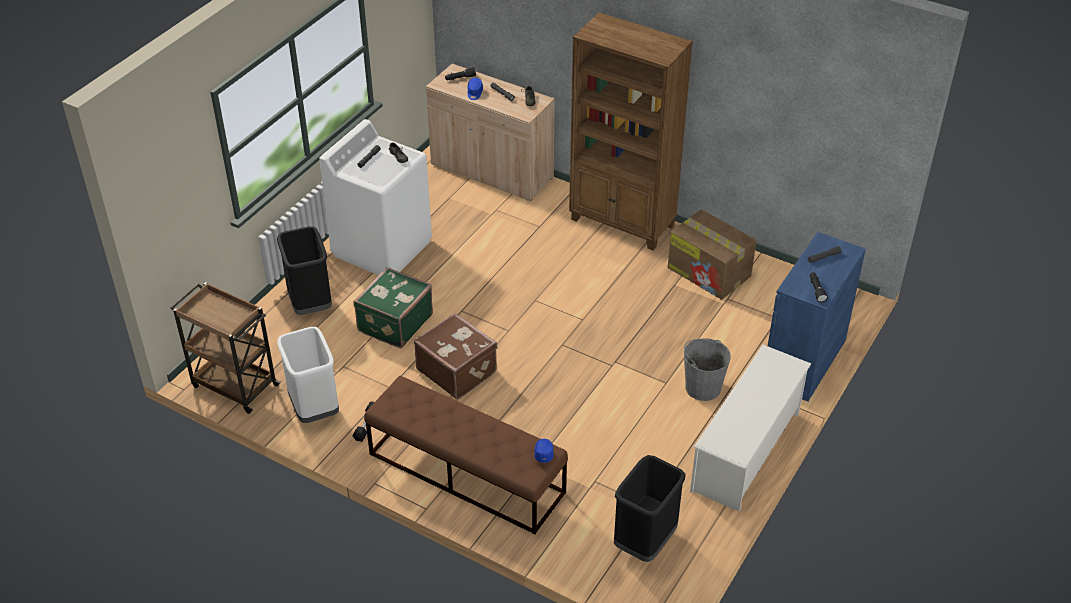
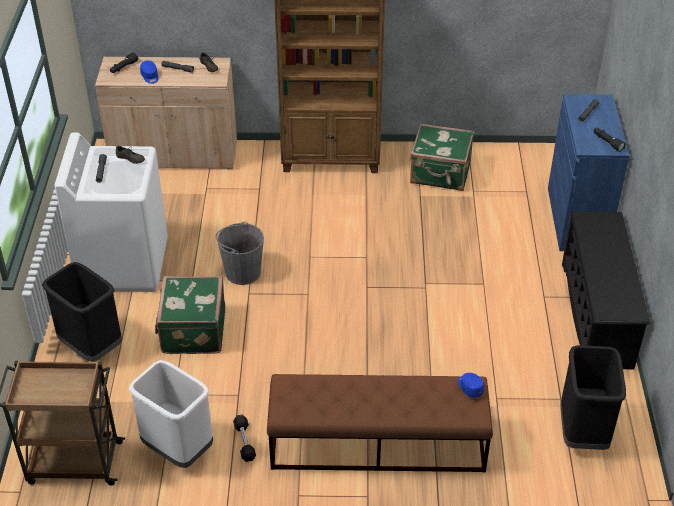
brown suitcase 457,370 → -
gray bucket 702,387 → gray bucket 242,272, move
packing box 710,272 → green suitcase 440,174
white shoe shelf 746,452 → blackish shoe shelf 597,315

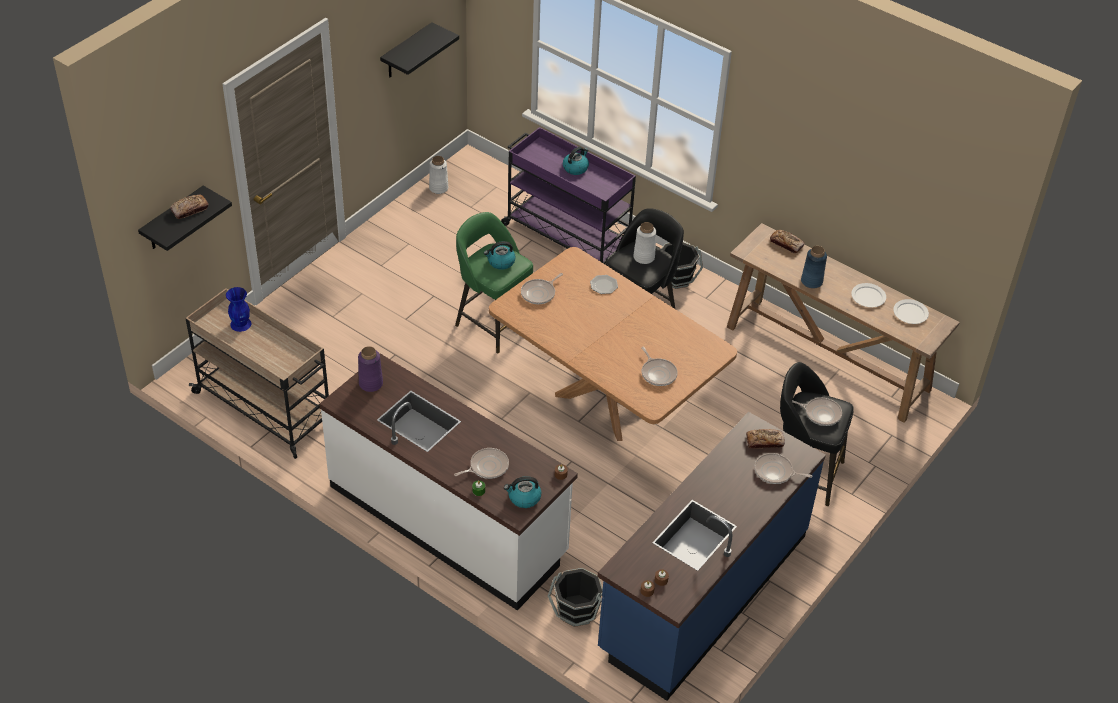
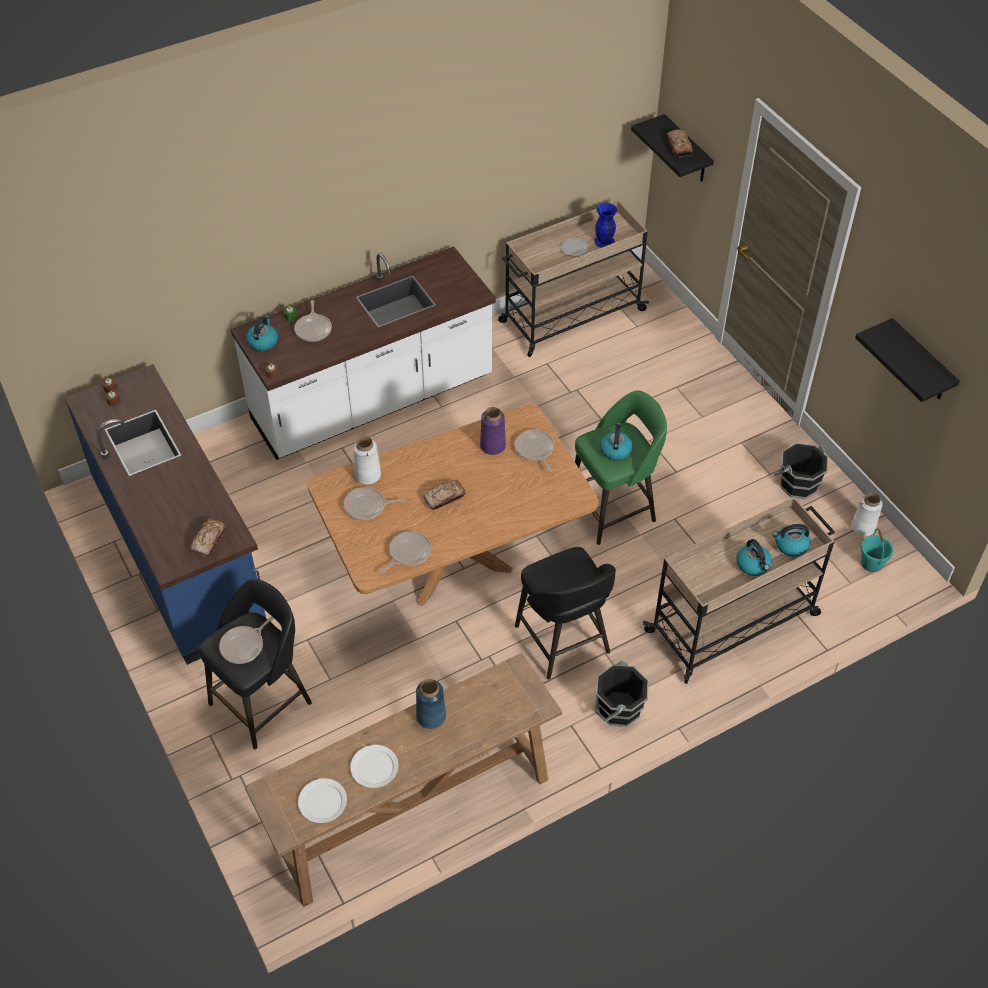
- → kettle 790,546
- → blue-green bucket 872,563
purple-coloured flower vase 371,383 → purple-coloured flower vase 493,446, move
blackish bucket 576,611 → blackish bucket 797,484, move
plate 603,285 → plate 574,248, move
white flower vase 643,257 → white flower vase 368,475, move
pan 775,472 → pan 408,553, move
bread 786,244 → bread 444,497, move
purple-coloured wheeled cart 566,236 → beige wheeled cart 734,622

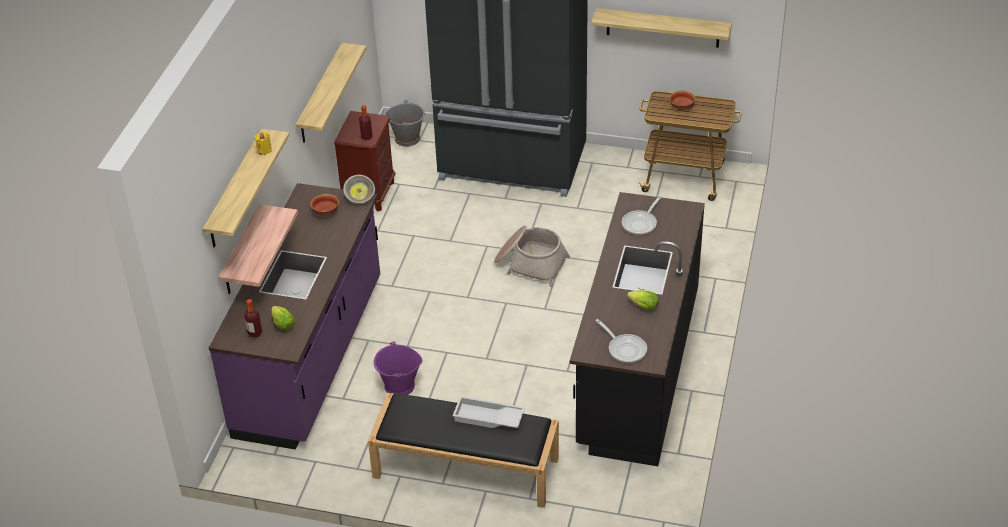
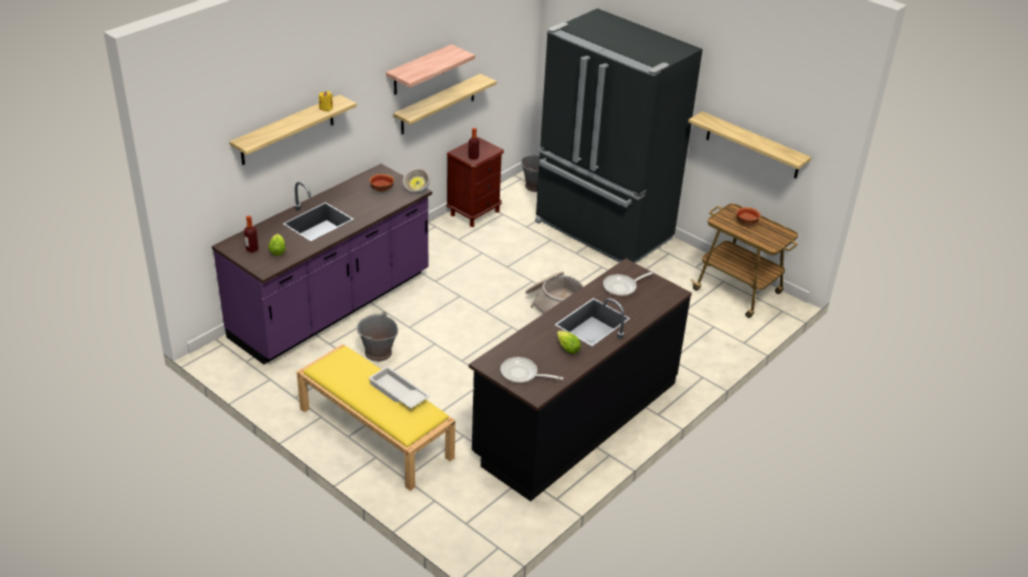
bracket shelf 241,252 → bracket shelf 419,70, move
blackish long seat 464,468 → yellow-coloured long seat 374,433
purple-coloured bucket 399,386 → gray bucket 378,353
pan 625,349 → pan 522,374, 120 degrees clockwise

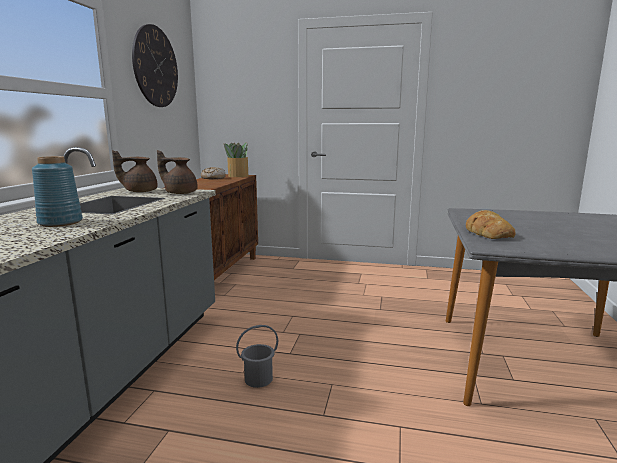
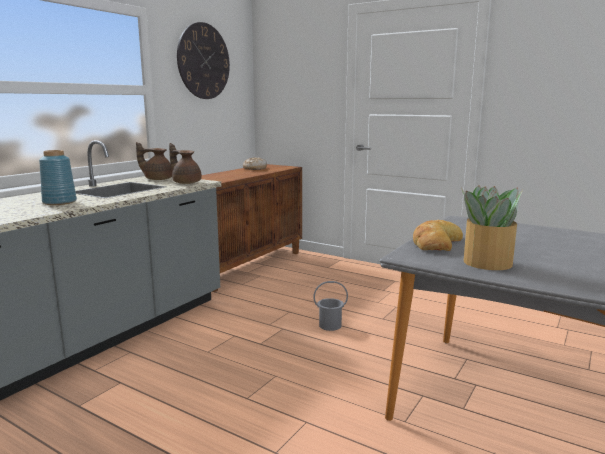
plant in a pot 237,176 → plant in a pot 486,263, move
gray bucket 258,379 → gray bucket 330,325, move

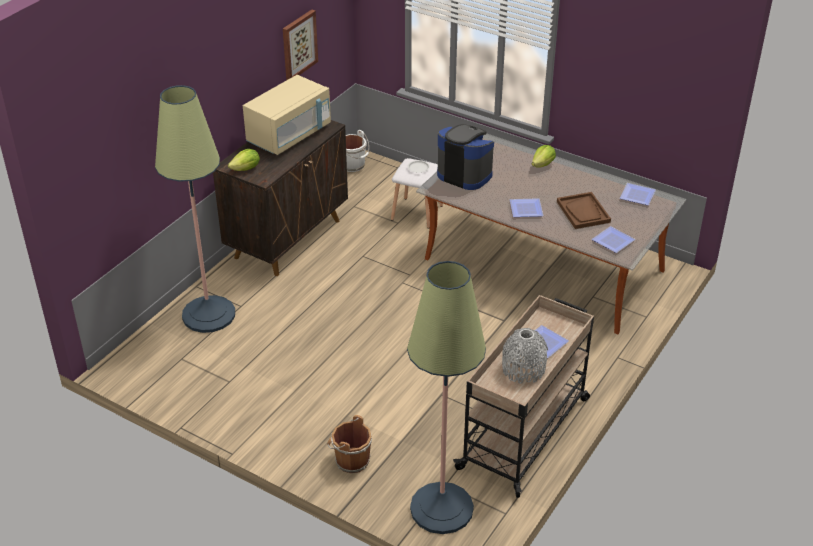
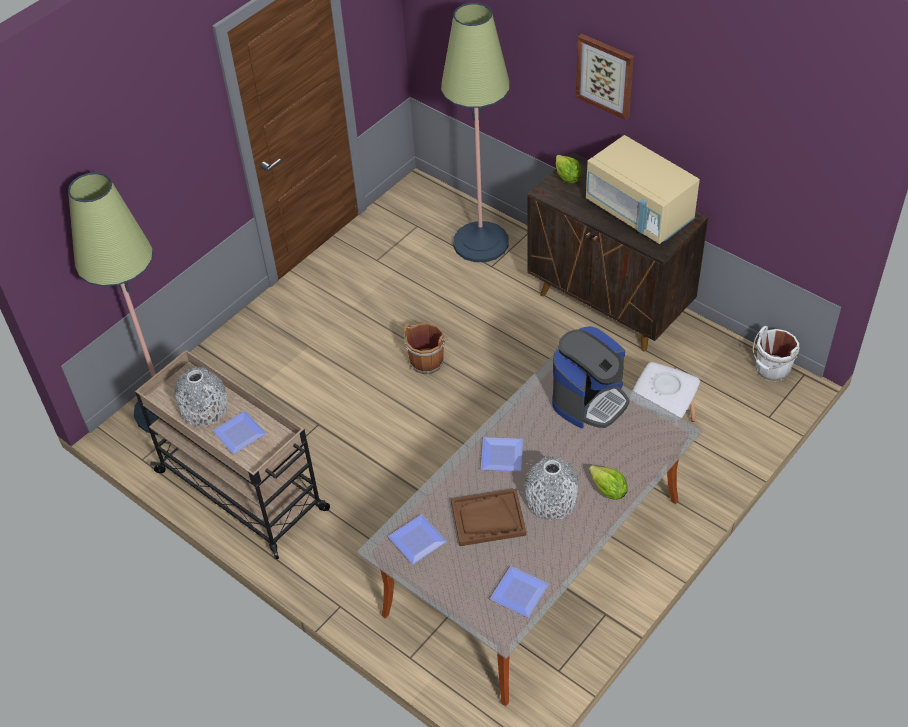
- → gray flower vase 551,500
wall art 298,45 → wall art 605,75, move
brown bucket 350,460 → brown bucket 427,360, move

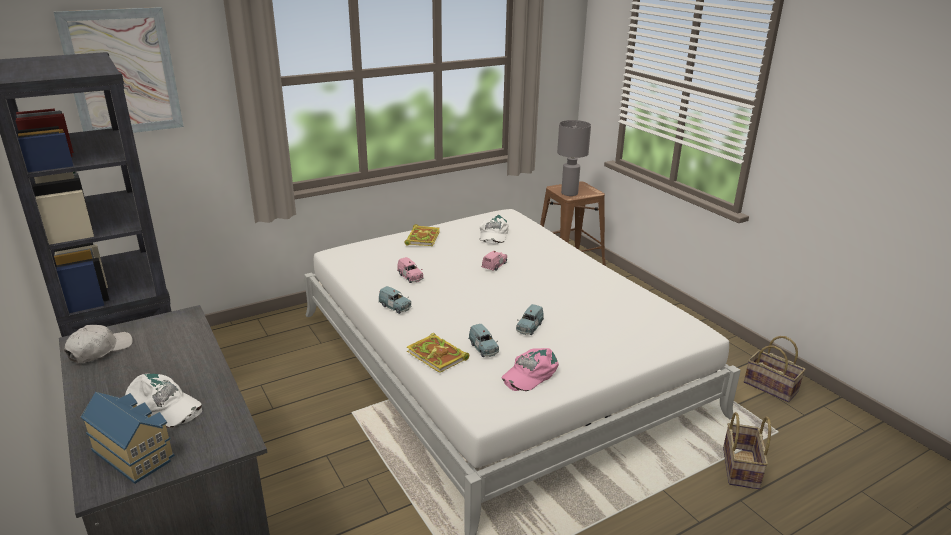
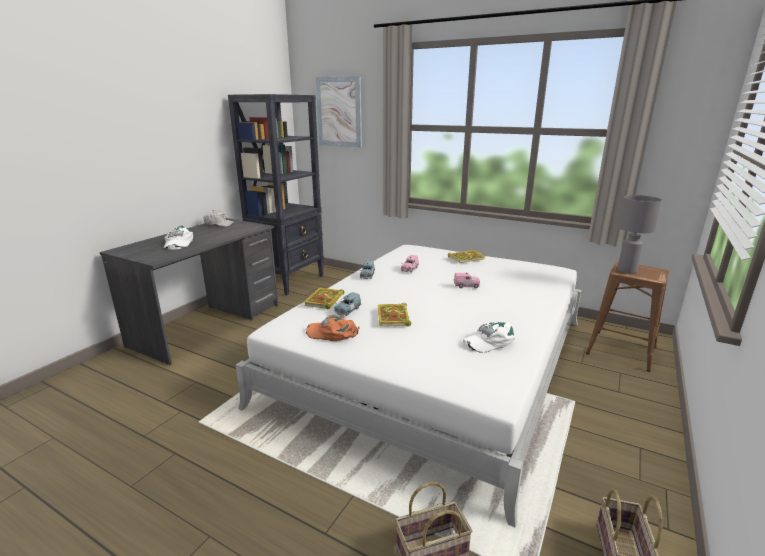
toy house 135,452 → -
white cap 493,234 → white cap 489,341, move
blue toy car 529,327 → volume 394,318
pink-coloured cap 530,373 → orange-coloured cap 333,333

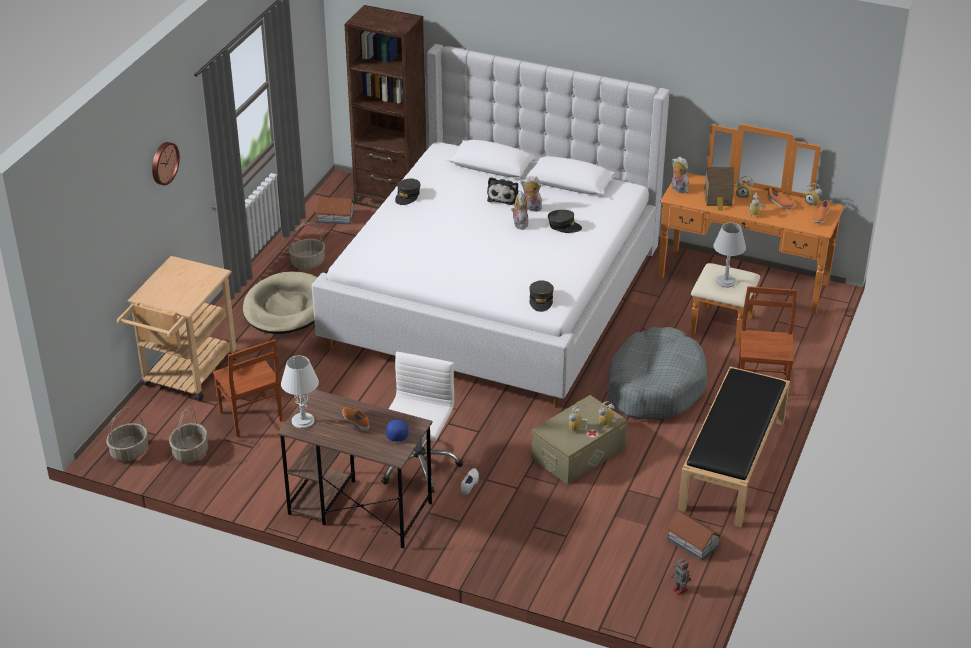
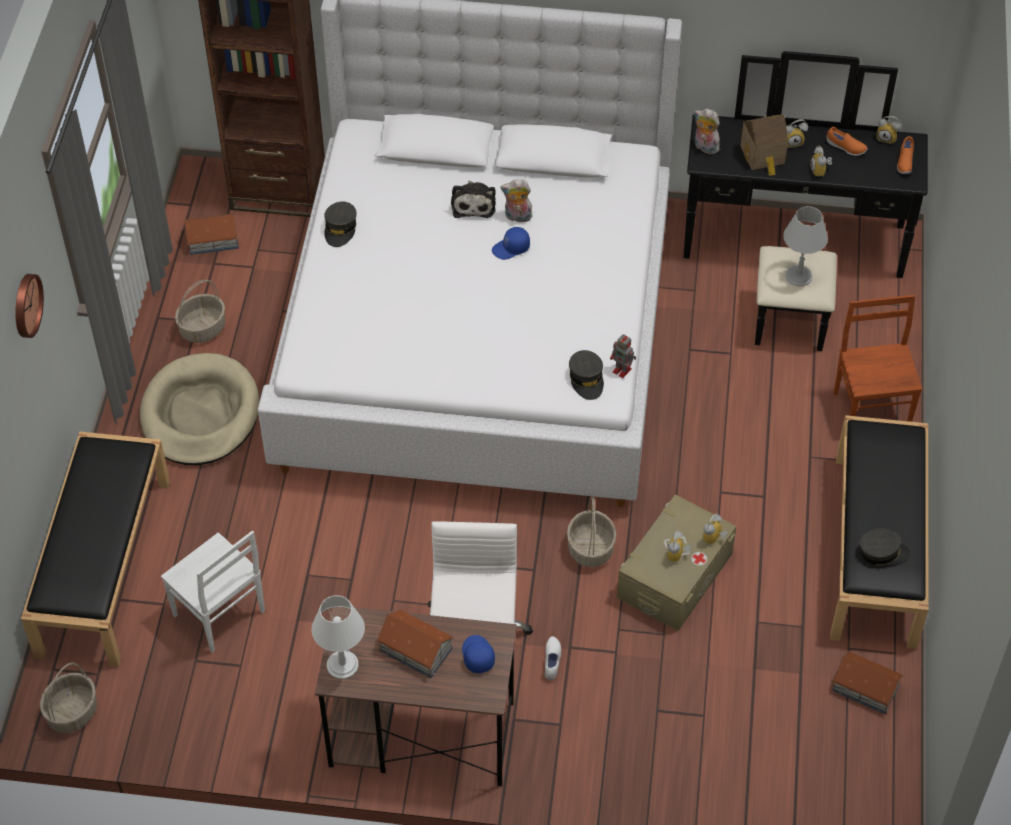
gray pet bed 655,386 → -
household basket 190,452 → household basket 590,548, move
gray cap 564,226 → gray cap 882,553, move
robot figure 680,590 → robot figure 623,371, move
beige wheeled cart 186,377 → blackish long seat 103,565
orange-coloured item of footwear 356,422 → toy house 416,650
plush toy 519,224 → blue cap 511,248
brown plain chair 250,417 → white plain chair 219,615
orange-coloured dresser 739,290 → blackish dresser 794,259

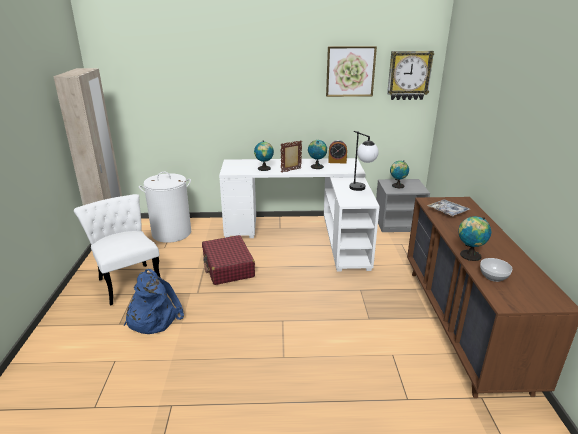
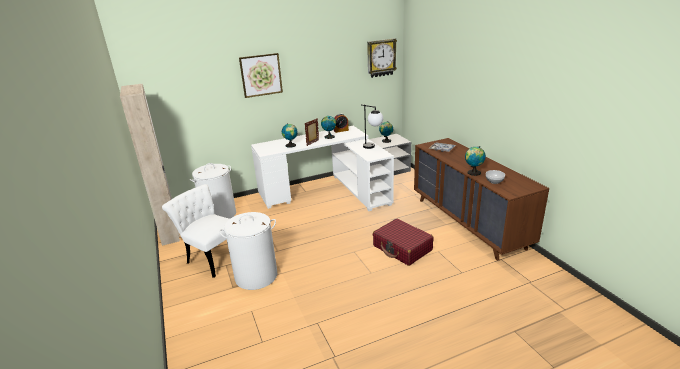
reddish suitcase 228,267 → reddish suitcase 402,248, move
wall art 350,71 → wall art 261,75, move
blue rucksack 153,317 → white laundry basket 256,276

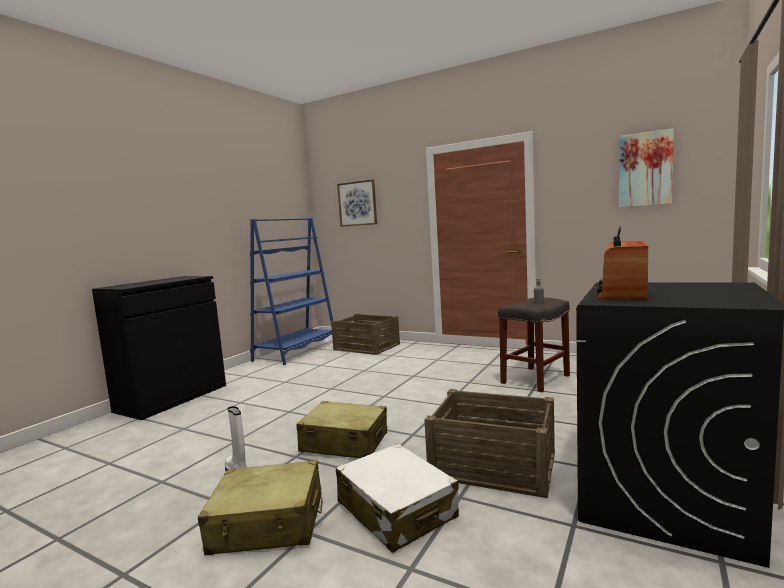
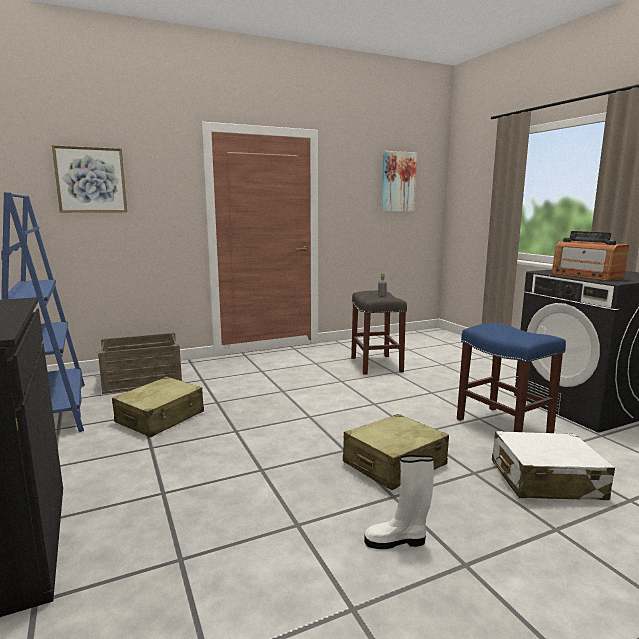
beige suitcase 268,523 → beige suitcase 160,418, move
packing crate 493,465 → blue stool 504,426

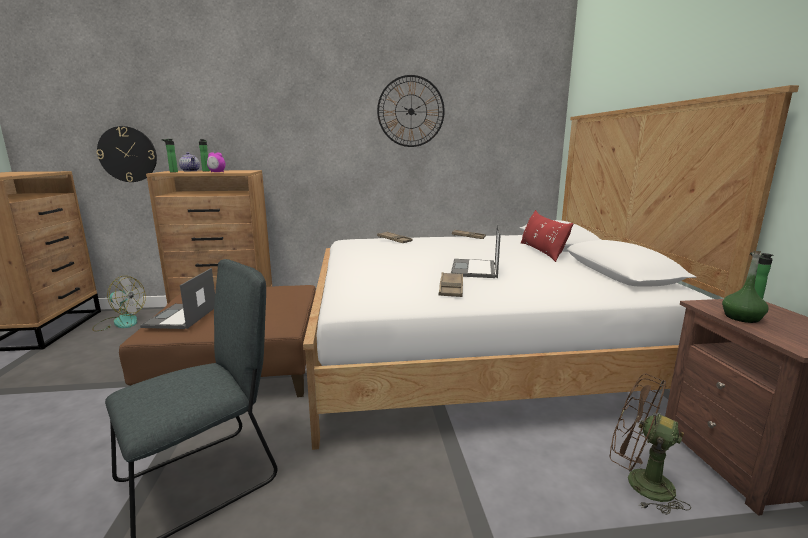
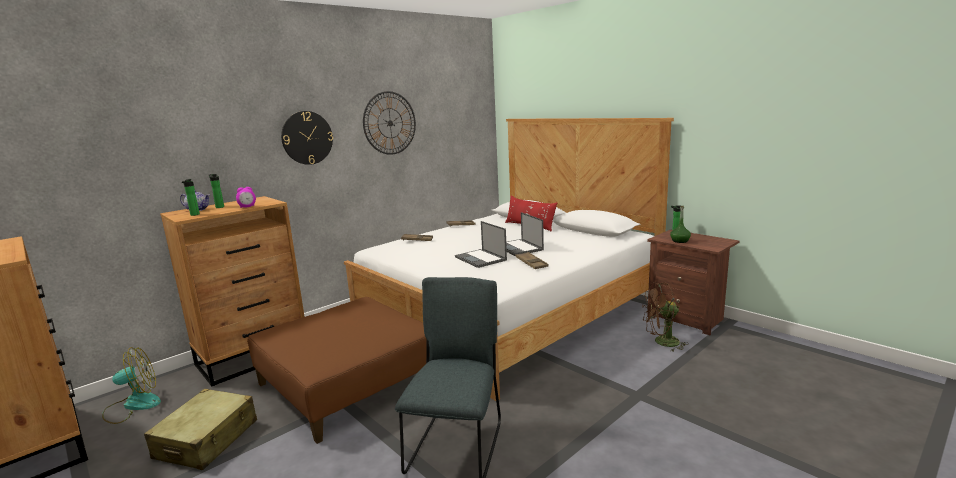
- → beige suitcase 207,439
wall clock 127,154 → wall clock 307,138, move
portable computer 181,317 → portable computer 481,259, move

